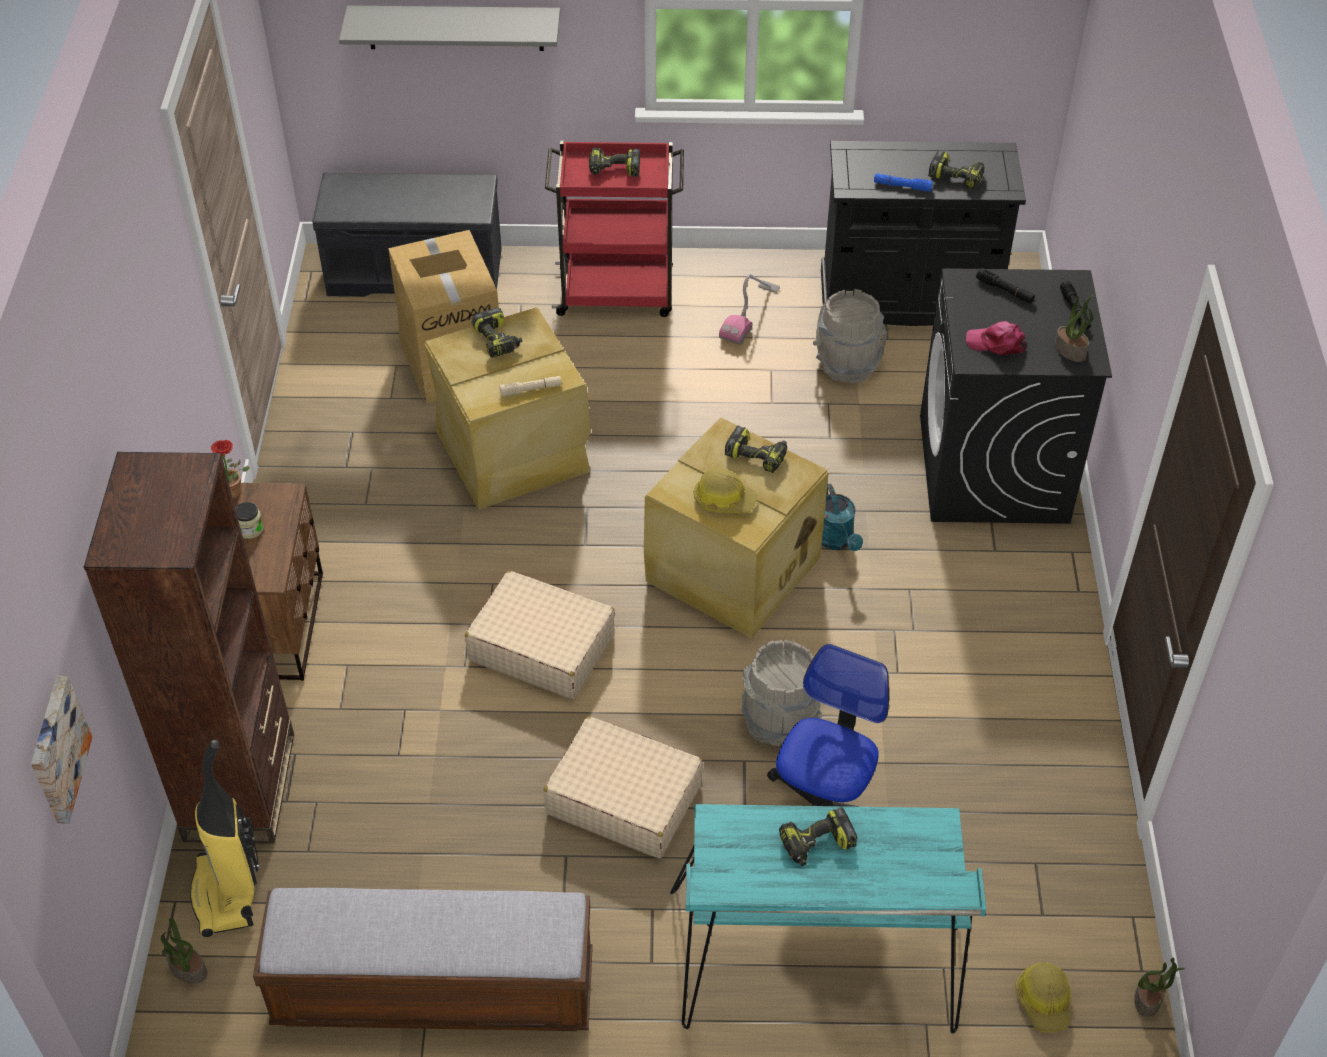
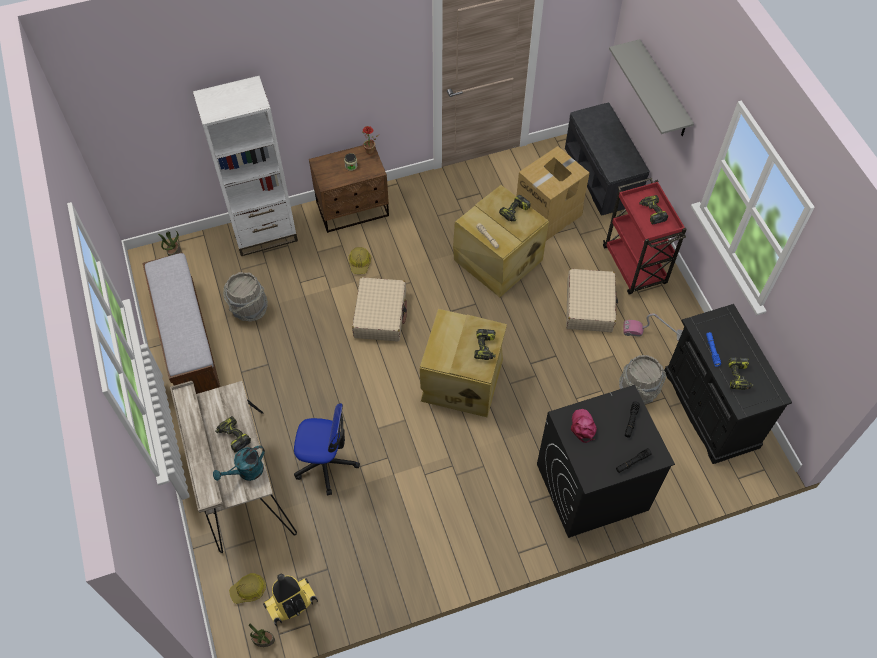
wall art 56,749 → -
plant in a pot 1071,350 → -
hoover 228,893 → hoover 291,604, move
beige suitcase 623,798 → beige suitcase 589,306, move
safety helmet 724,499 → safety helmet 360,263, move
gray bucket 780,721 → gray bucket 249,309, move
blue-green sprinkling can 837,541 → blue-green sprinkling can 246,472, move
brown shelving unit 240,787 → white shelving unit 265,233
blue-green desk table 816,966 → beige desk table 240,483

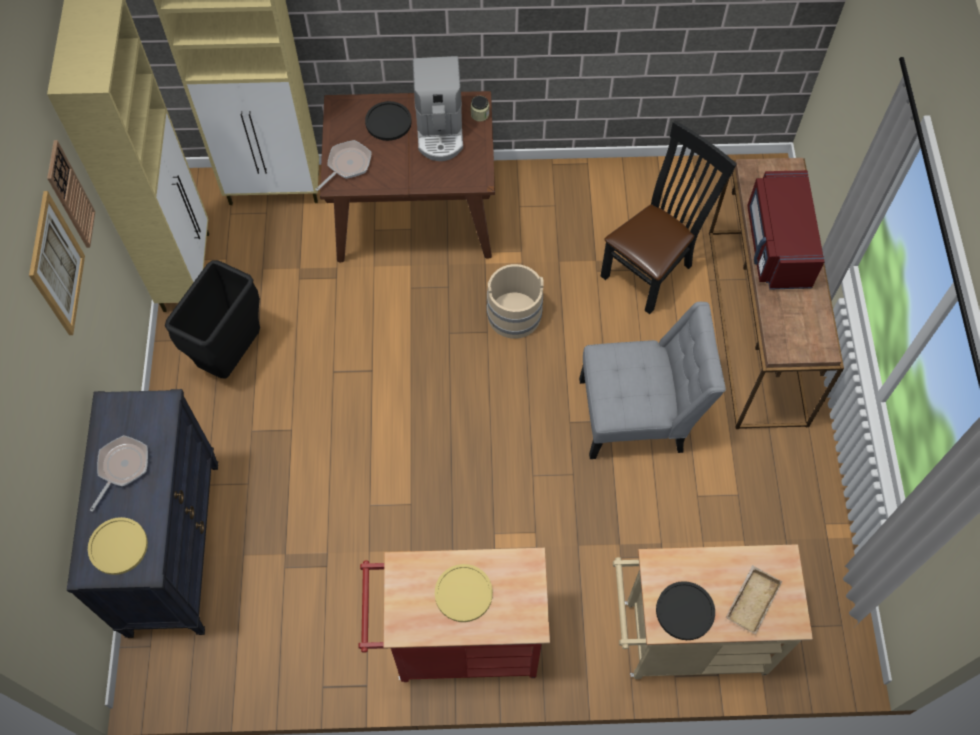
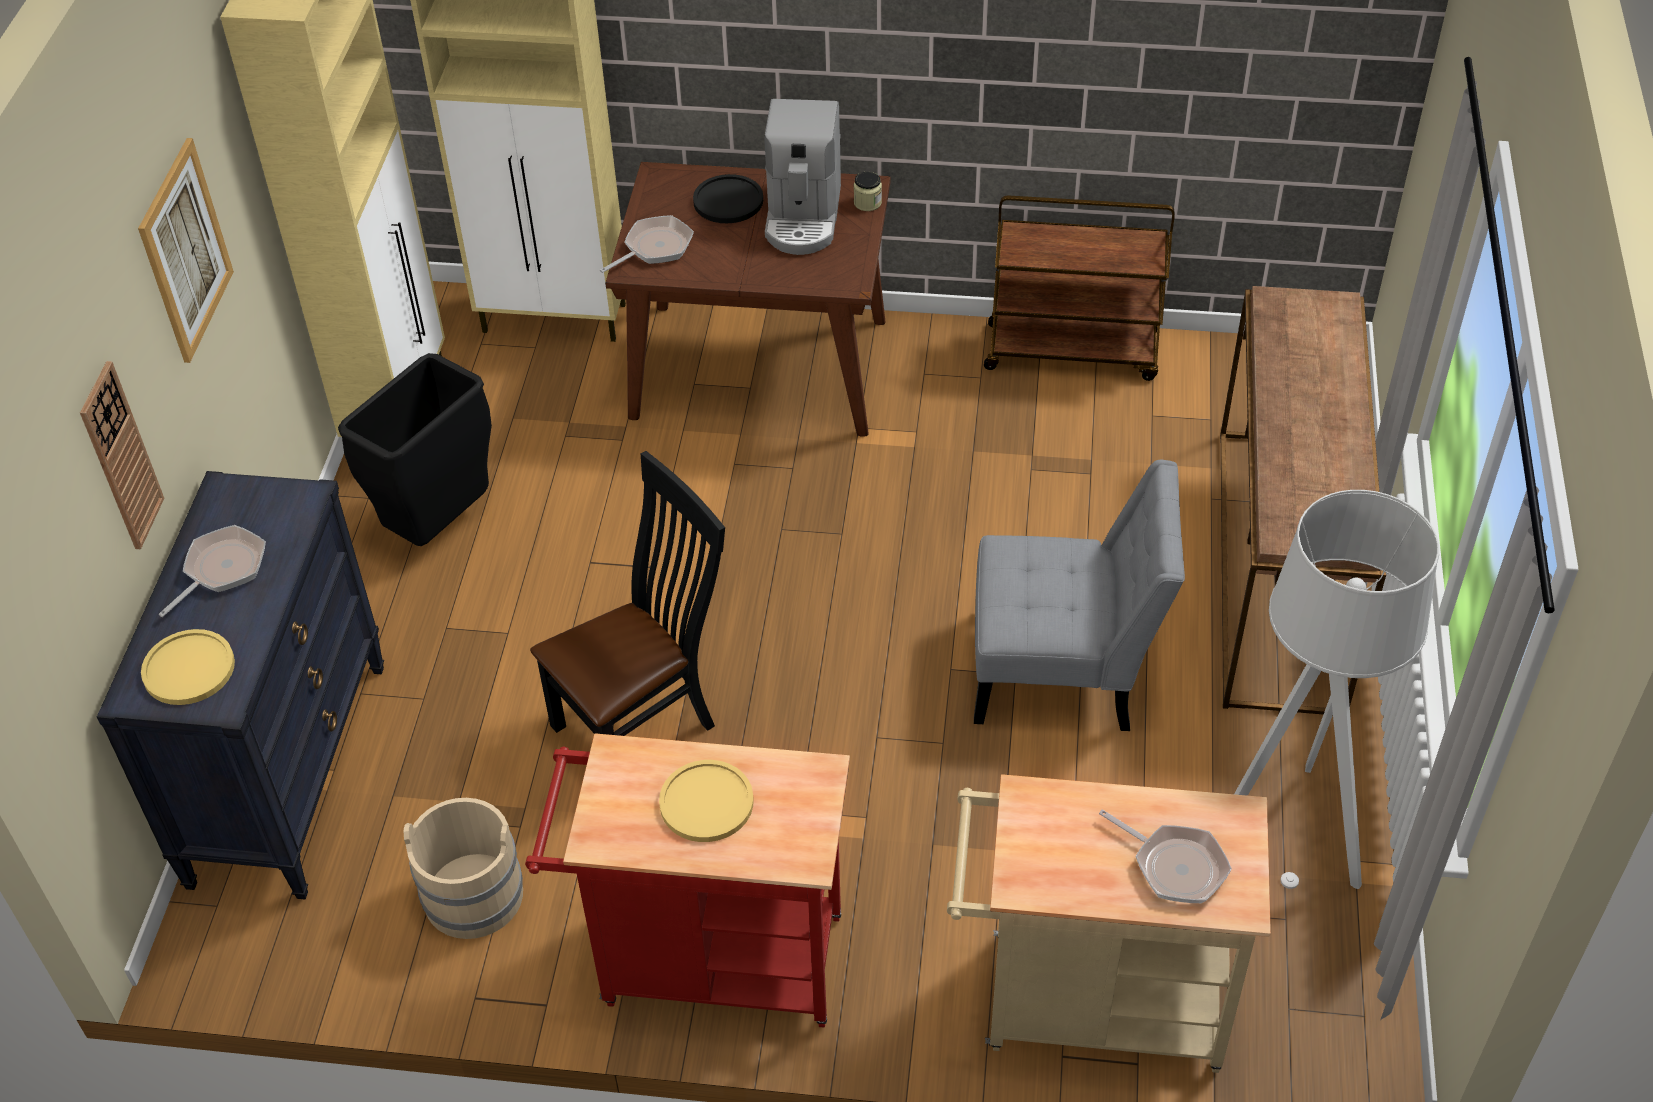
blackish plate 685,611 → -
reddish microwave 777,245 → -
- → brown wheeled cart 1073,351
- → gray floor lamp 1290,832
wall clock 70,195 → wall clock 121,457, move
beige bucket 514,314 → beige bucket 474,895, move
blackish plain chair 651,269 → blackish plain chair 643,724, move
beige carrying tray 751,600 → pan 1174,865

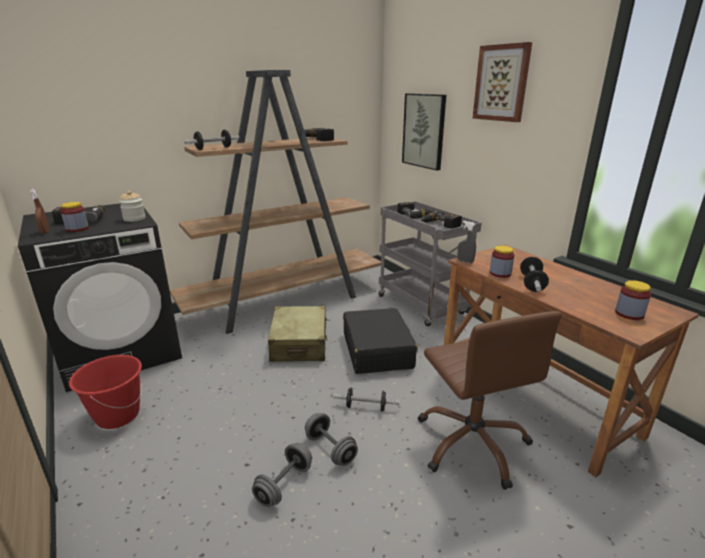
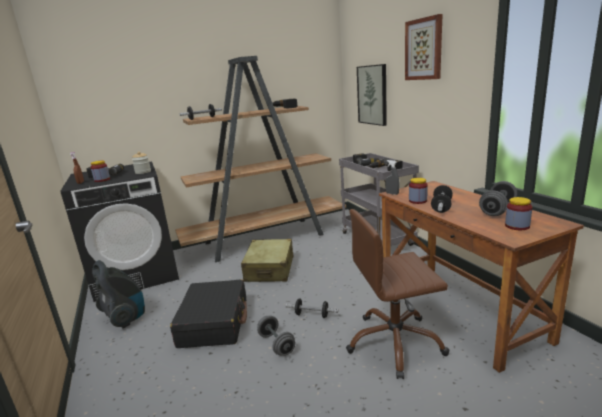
gray hand weight 284,484 → gray hand weight 497,210, move
blackish suitcase 377,350 → blackish suitcase 214,323, move
reddish bucket 117,415 → hoover 125,317
brown computer chair 472,443 → brown computer chair 395,343, 90 degrees clockwise

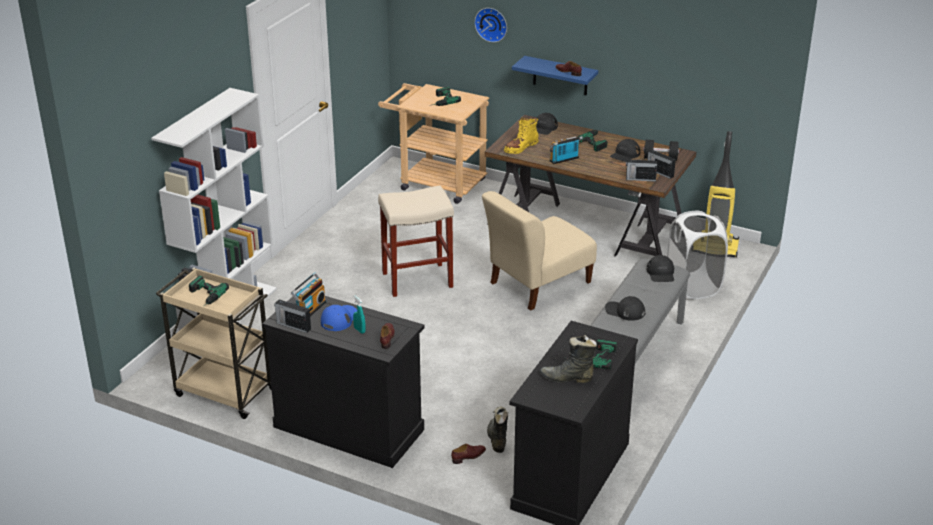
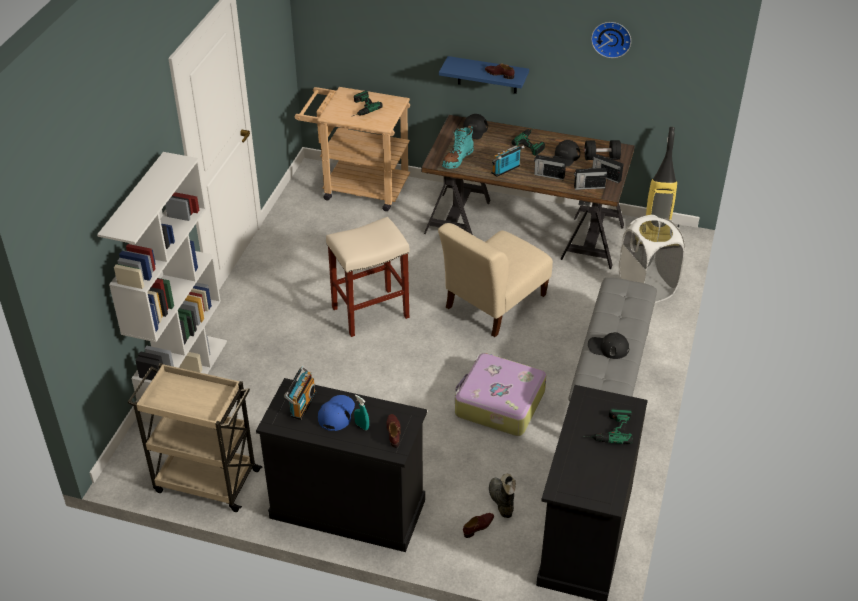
electric drill 203,296 → -
blackish high-top boot 567,378 → -
blackish cap 661,273 → -
- → suitcase 498,403
radio set 293,326 → radio set 548,175, move
wall clock 492,24 → wall clock 611,38, move
yellow-coloured high-top boot 521,148 → blue-green high-top boot 457,159

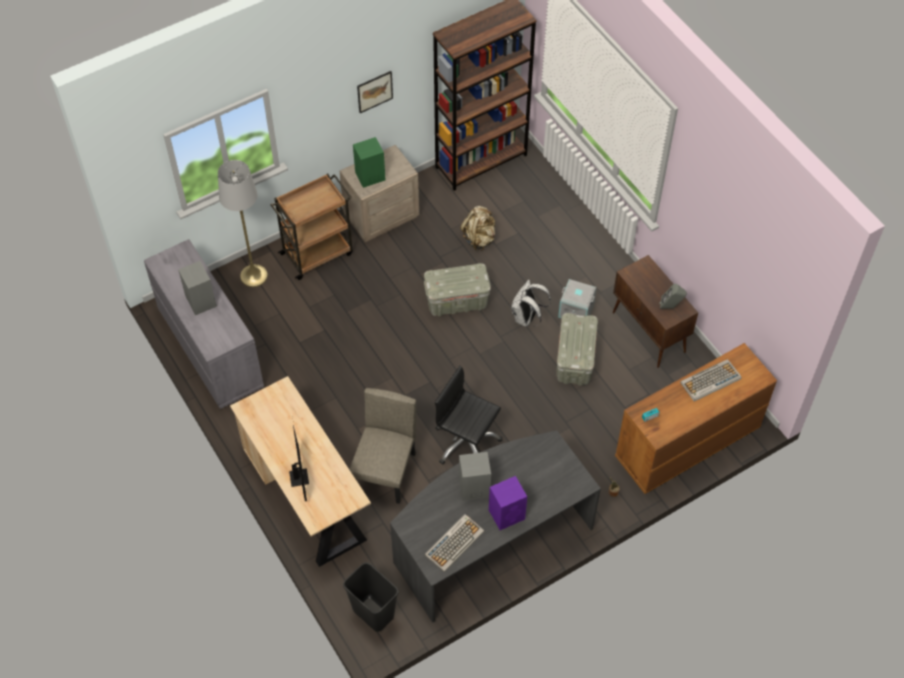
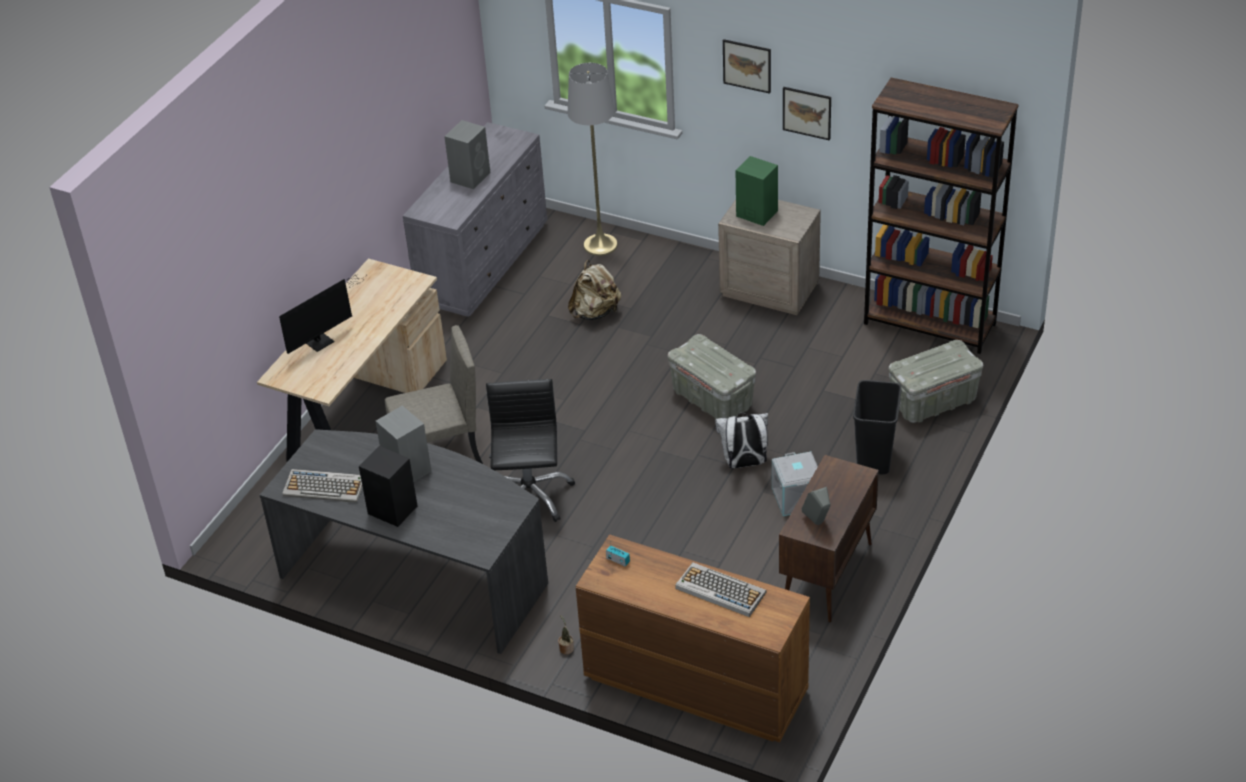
brown wheeled cart 318,253 → -
- → wall art 747,65
blackish waste bin 374,613 → blackish waste bin 875,459, move
beige rucksack 479,238 → beige rucksack 595,313, move
gray storage box 574,360 → gray storage box 933,401, move
purple-coloured audio speaker 507,514 → blackish audio speaker 393,510

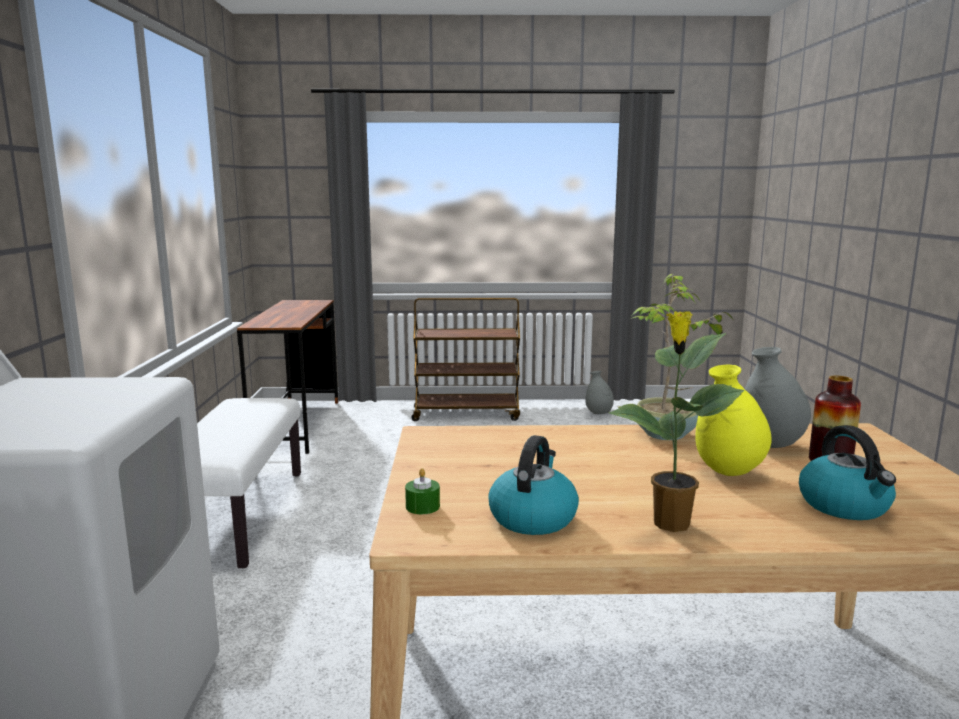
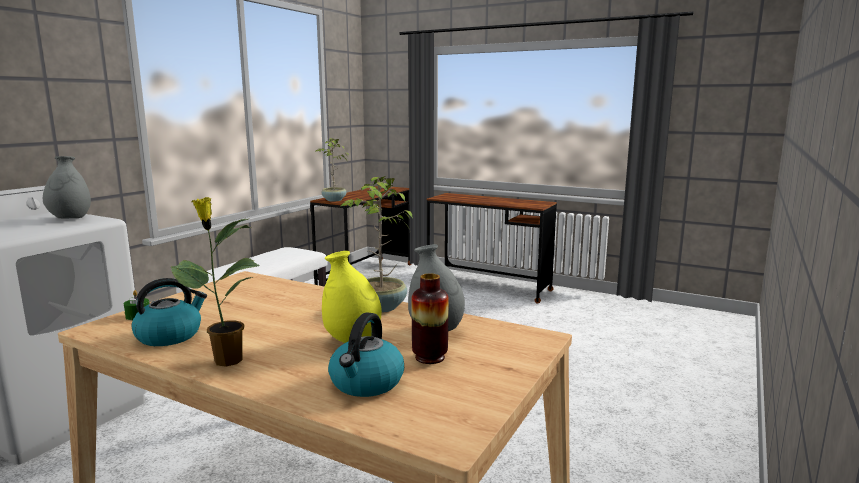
- → plant in a pot 334,200
gray flower vase 598,413 → gray flower vase 70,219, move
brown wheeled cart 467,414 → brown desk table 488,287

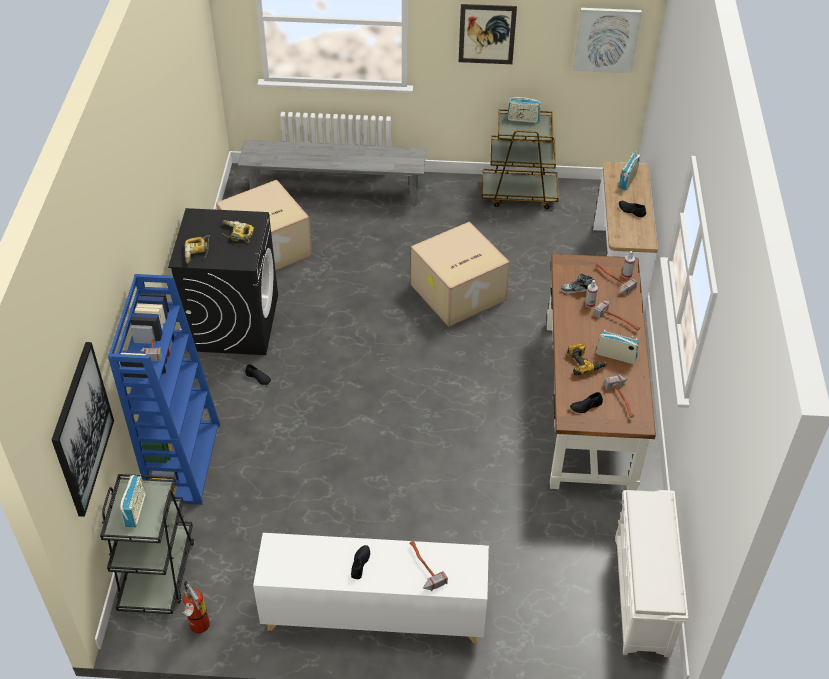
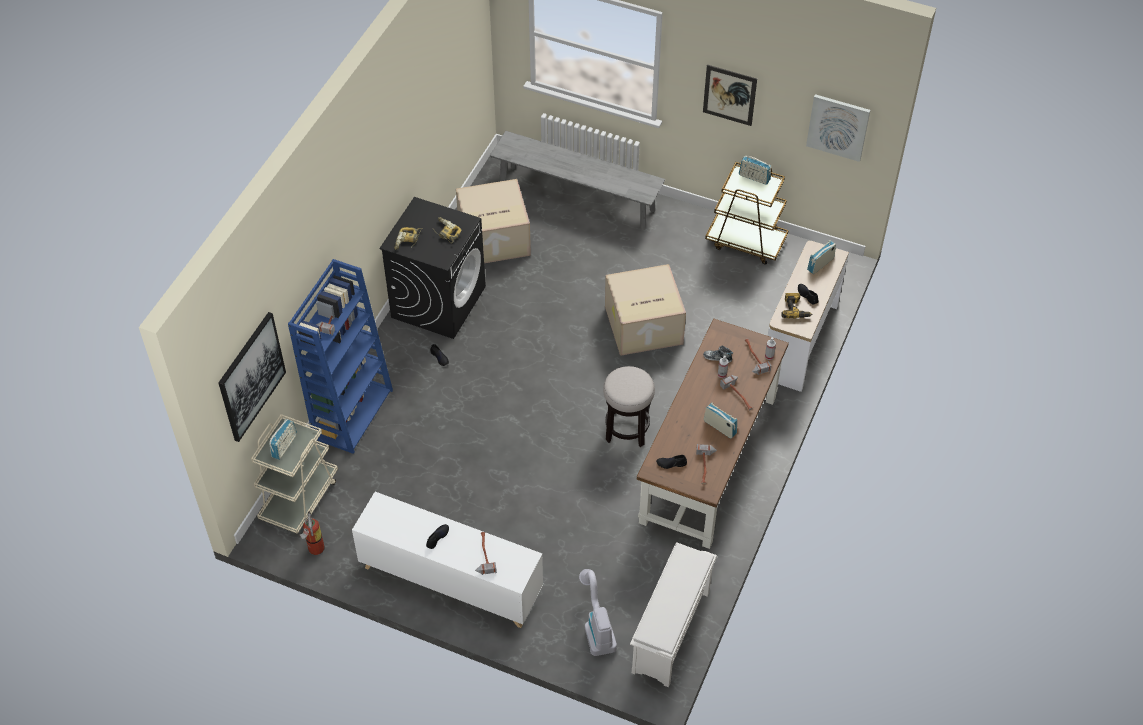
- → hoover 596,626
- → stool 627,429
electric drill 584,363 → electric drill 795,309, move
blackish wheeled cart 157,572 → beige wheeled cart 299,498

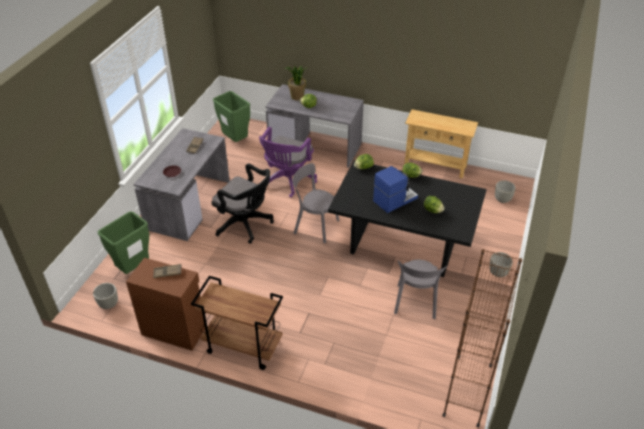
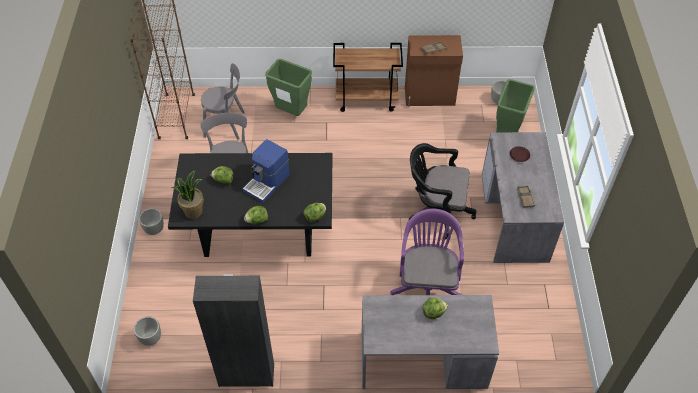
green waste bin 235,140 → green waste bin 291,112, move
plant in a pot 297,97 → plant in a pot 193,211, move
gray plain chair 314,226 → gray plain chair 226,124, move
beige console table 435,166 → blackish cabinet 246,375

